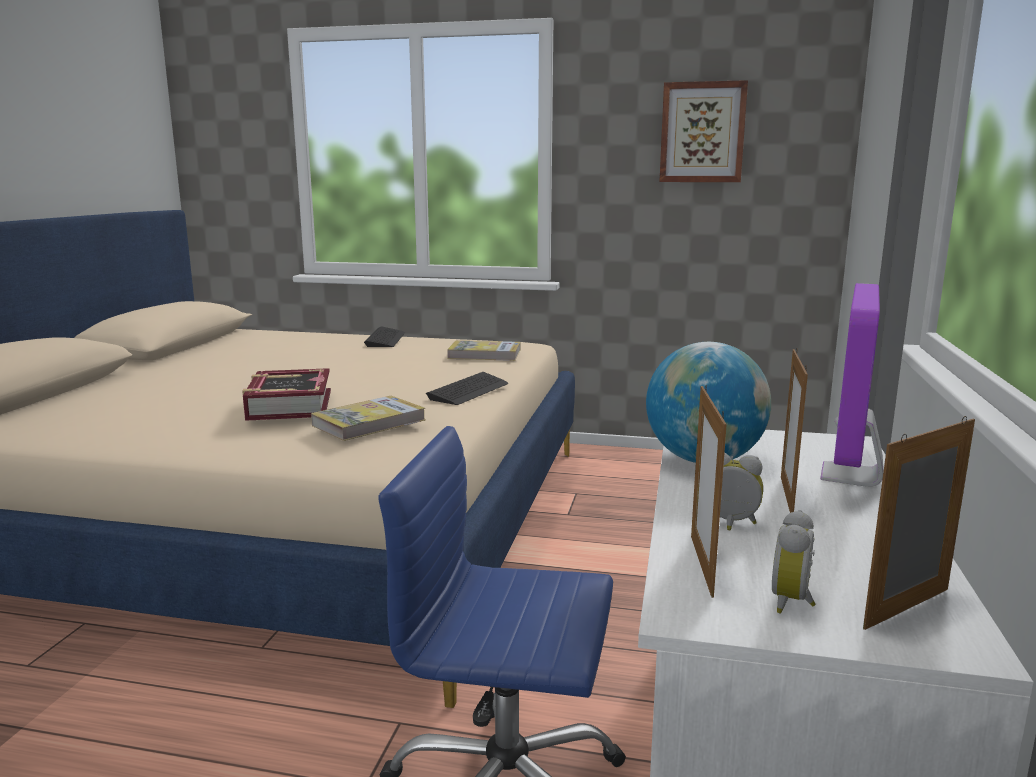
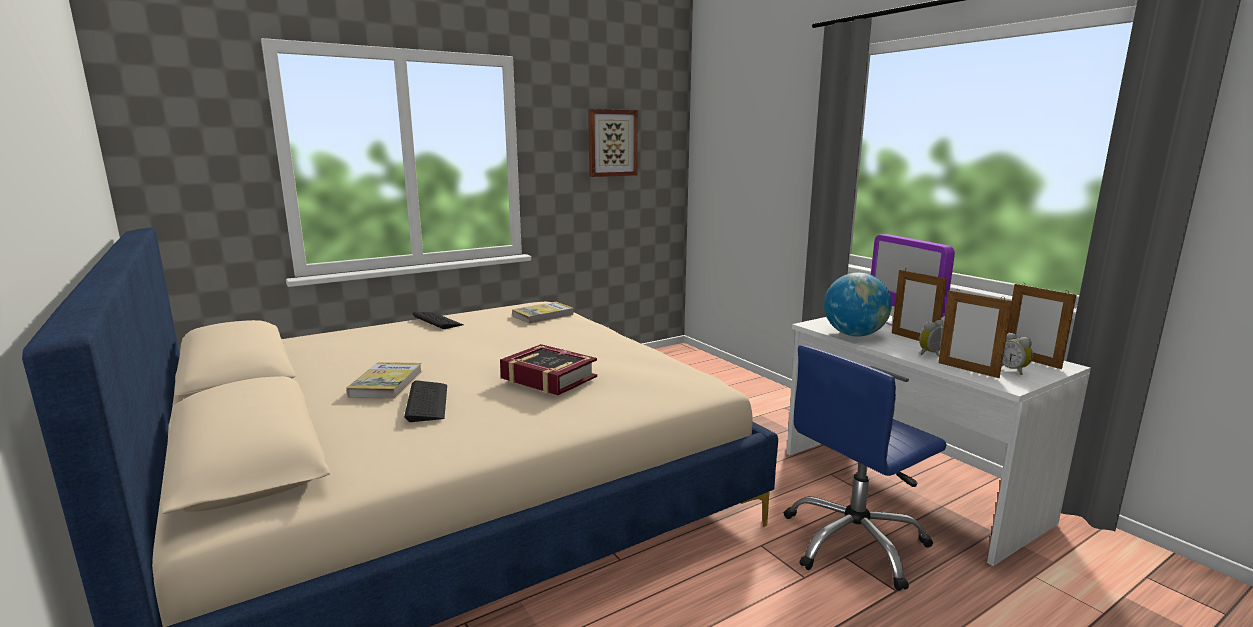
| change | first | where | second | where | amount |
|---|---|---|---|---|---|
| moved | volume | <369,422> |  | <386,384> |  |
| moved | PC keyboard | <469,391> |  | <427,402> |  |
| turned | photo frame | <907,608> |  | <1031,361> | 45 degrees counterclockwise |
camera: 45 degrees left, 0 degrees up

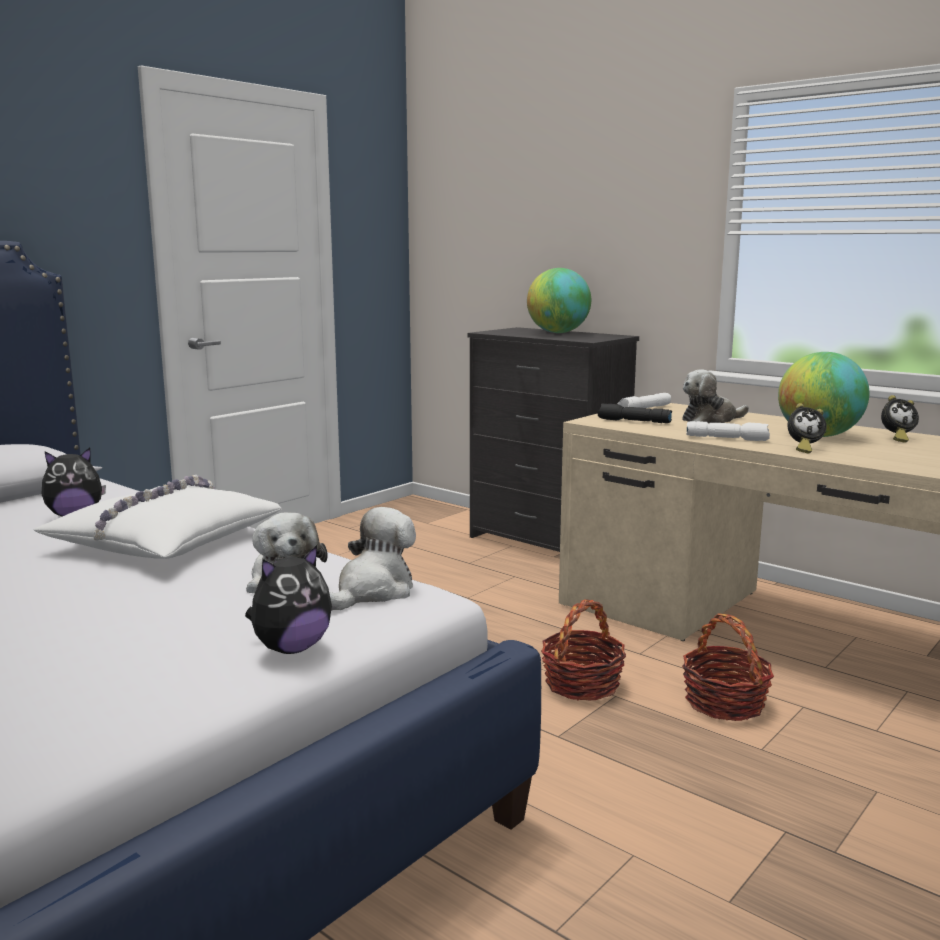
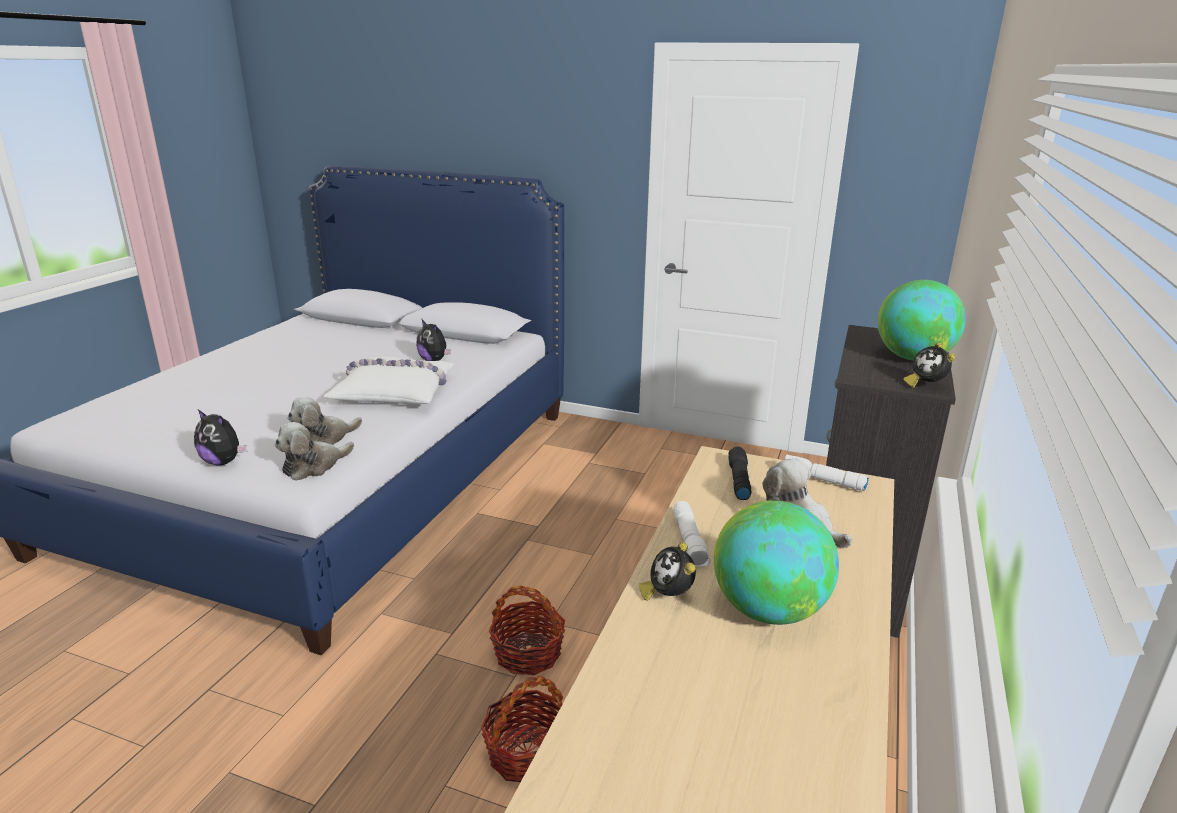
| change | first | where | second | where | amount |
|---|---|---|---|---|---|
| moved | alarm clock | <896,439> |  | <925,385> |  |
| turned | cuddly toy | <373,591> |  | <314,466> | 120 degrees clockwise |
camera: 70 degrees right, 10 degrees up

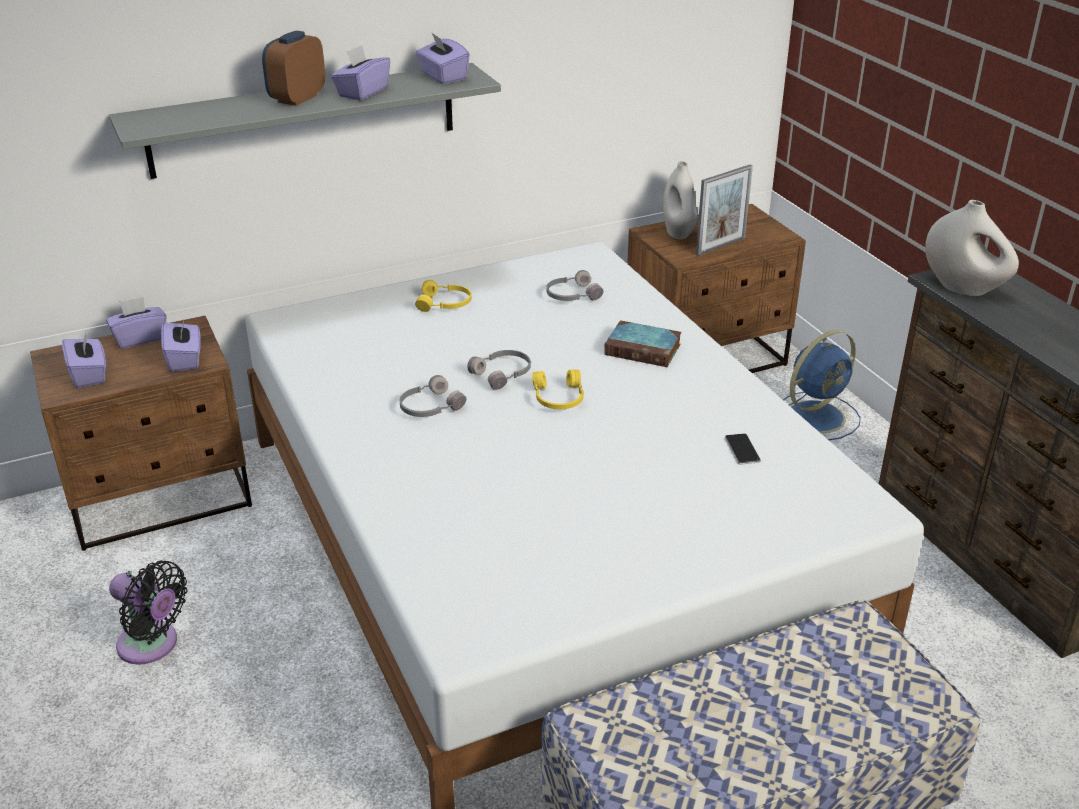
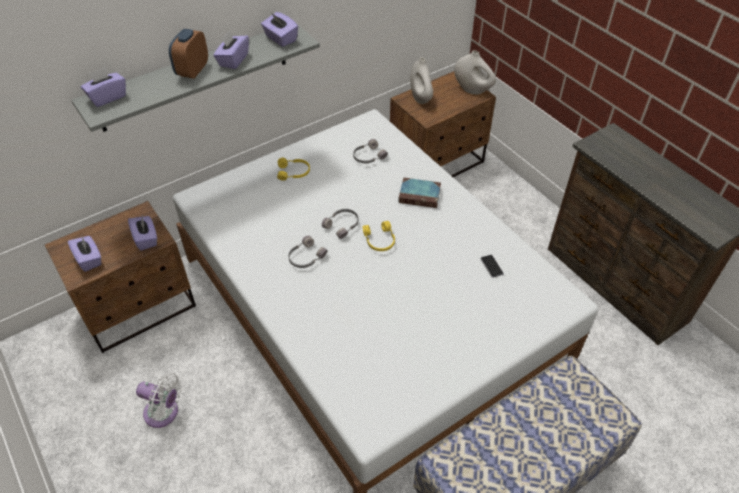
| change | first | where | second | where | amount |
|---|---|---|---|---|---|
| removed | photo frame | <720,246> |  |  |  |
| removed | blue cooling fan | <817,416> |  |  |  |
| moved | purple tissue box | <140,338> |  | <107,97> |  |
| moved | white-coloured decorative vase | <963,288> |  | <472,90> |  |
| recoloured | black-coloured cooling fan | <152,645> | white-coloured cooling fan | <164,413> |  |
camera: 10 degrees left, 15 degrees up

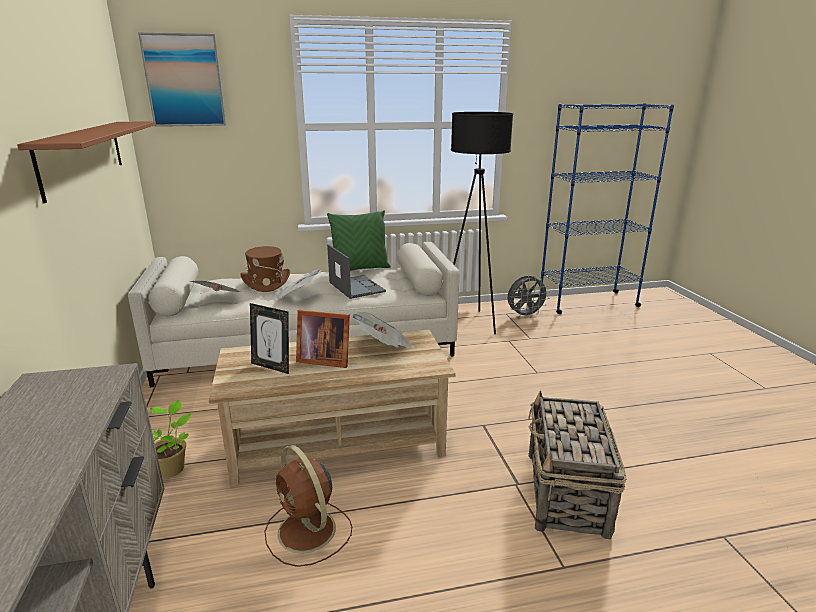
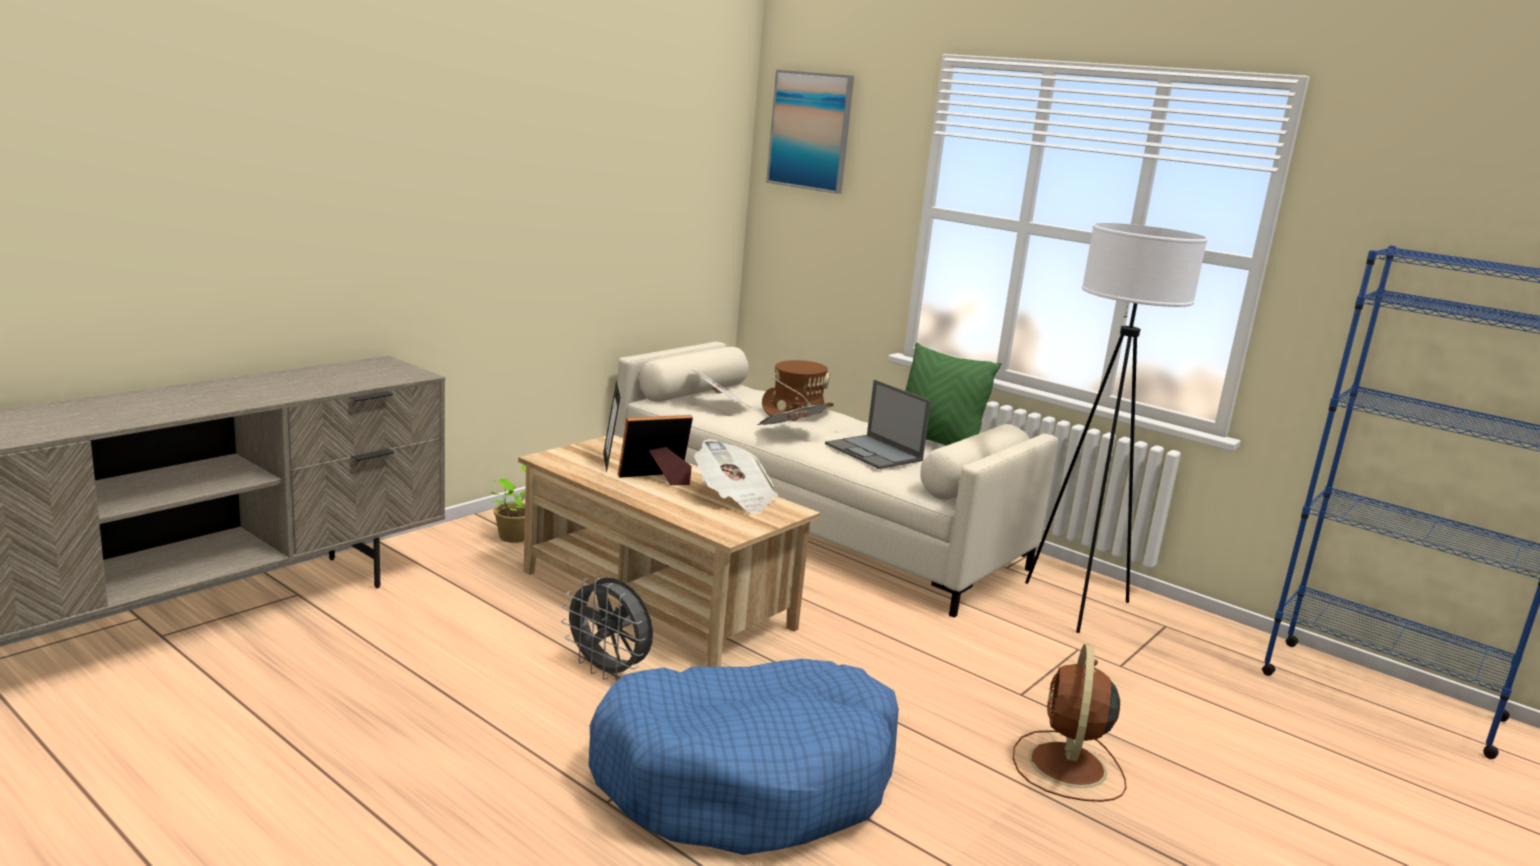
| change | first | where | second | where | amount |
|---|---|---|---|---|---|
| removed | brown-coloured wall shelf | <83,155> |  |  |  |
| moved | brown-coloured cooling fan | <308,532> |  | <1067,767> |  |
| moved | gray cooling fan | <525,315> |  | <608,671> |  |
| replaced | household basket | <566,493> | blue pet bed | <747,778> |  |
| recoloured | black-coloured standard lamp | <471,323> | white-coloured standard lamp | <1076,606> |  |
| turned | photo frame | <323,359> |  | <658,479> | 90 degrees clockwise |
| turned | notebook computer | <356,287> |  | <874,452> | 120 degrees clockwise |
camera: 50 degrees right, 5 degrees down

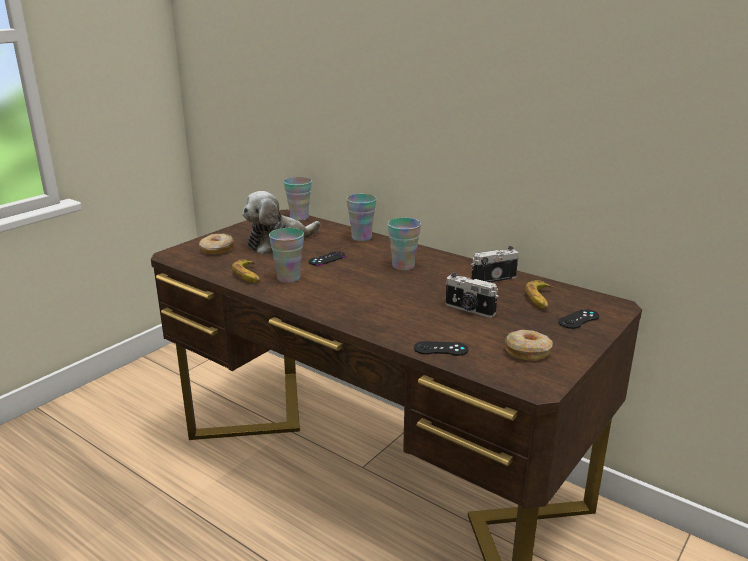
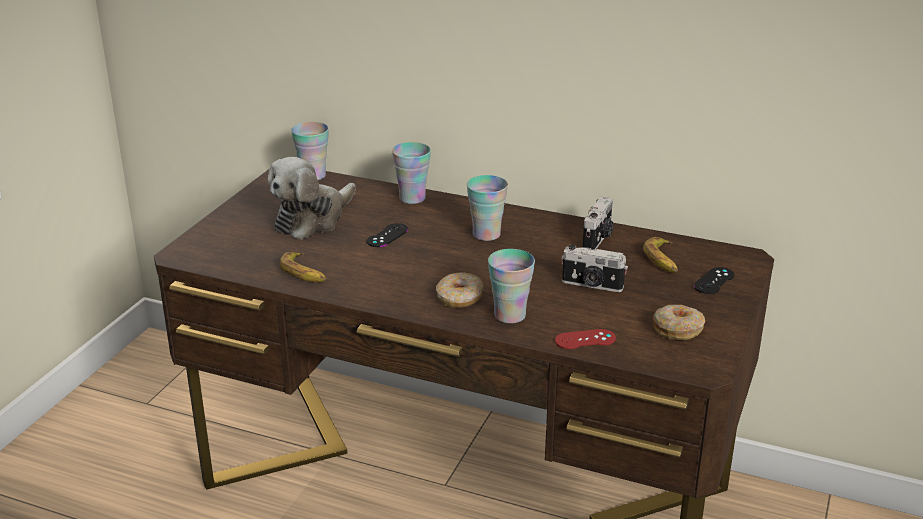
| change | first | where | second | where | amount |
|---|---|---|---|---|---|
| moved | ring doughnut | <217,250> |  | <460,298> |  |
| moved | drinking cup | <288,278> |  | <510,315> |  |
| recoloured | black-coloured gamepad | <441,349> | reddish gamepad | <585,339> |  |
| turned | photo camera | <492,278> |  | <598,239> | 150 degrees clockwise |
camera: 15 degrees left, 5 degrees up

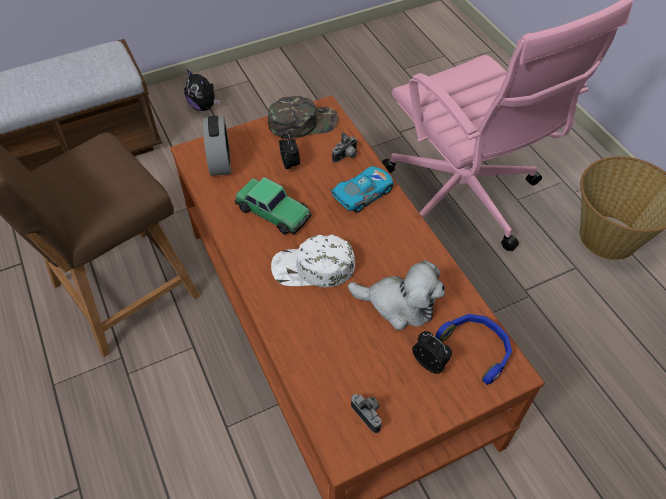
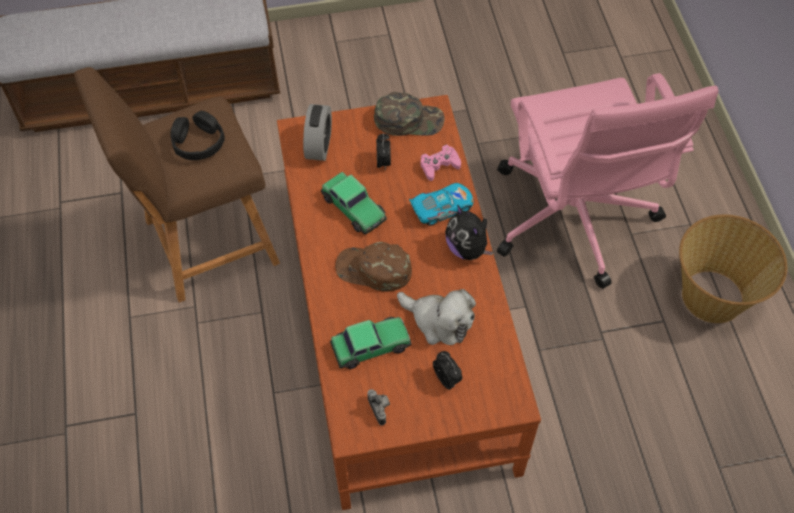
| change | first | where | second | where | amount |
|---|---|---|---|---|---|
| removed | blue pair of headphones | <477,348> |  |  |  |
| added |  |  | black-coloured pair of headphones | <198,142> |  |
| added |  |  | miniature car | <371,345> |  |
| moved | cuddly toy | <204,106> |  | <467,248> |  |
| replaced | photo camera | <346,156> | pink-coloured gamepad | <439,165> |  |
| recoloured | white-coloured peaked cap | <313,268> | brown-coloured peaked cap | <373,270> |  |
camera: 15 degrees right, 5 degrees up

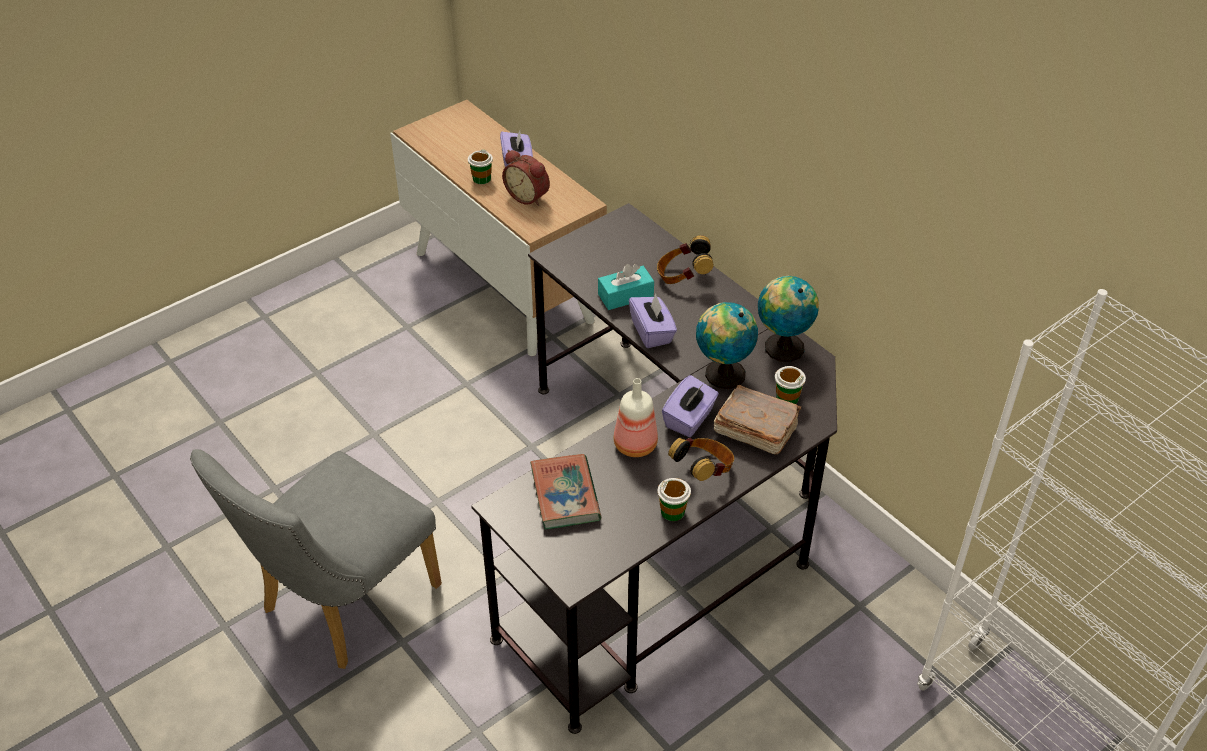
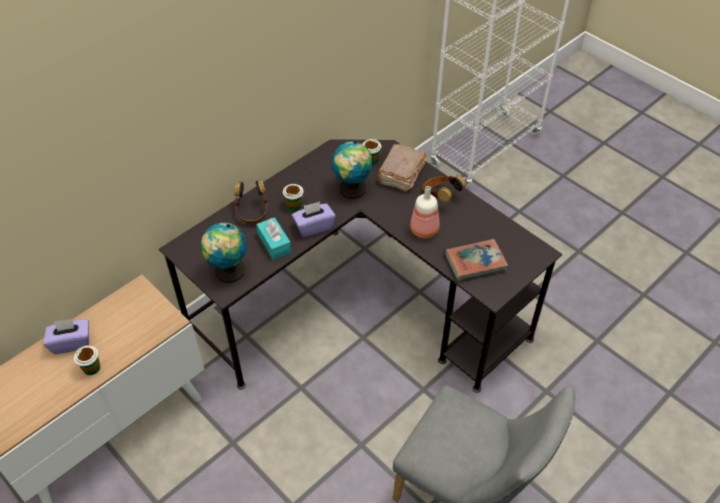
| change | first | where | second | where | amount |
|---|---|---|---|---|---|
| removed | alarm clock | <528,196> |  |  |  |
| removed | purple tissue box | <689,419> |  |  |  |
| moved | drinking cup | <673,512> |  | <294,205> |  |
| moved | world globe | <781,346> |  | <228,272> |  |
camera: 95 degrees left, 5 degrees up

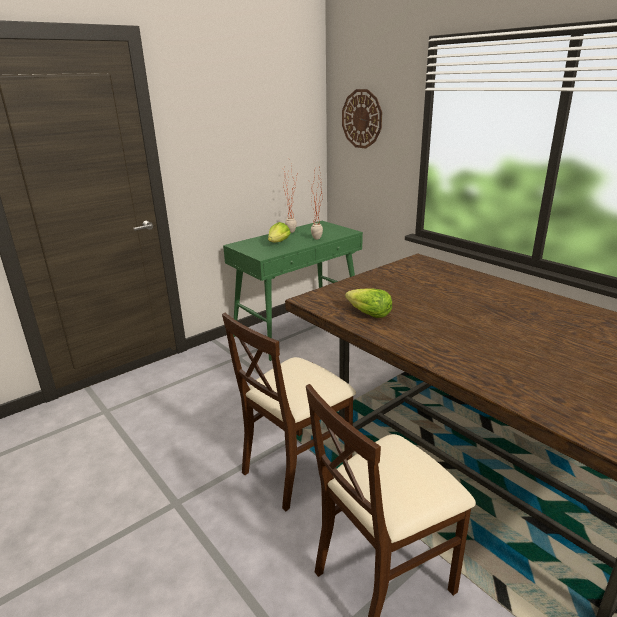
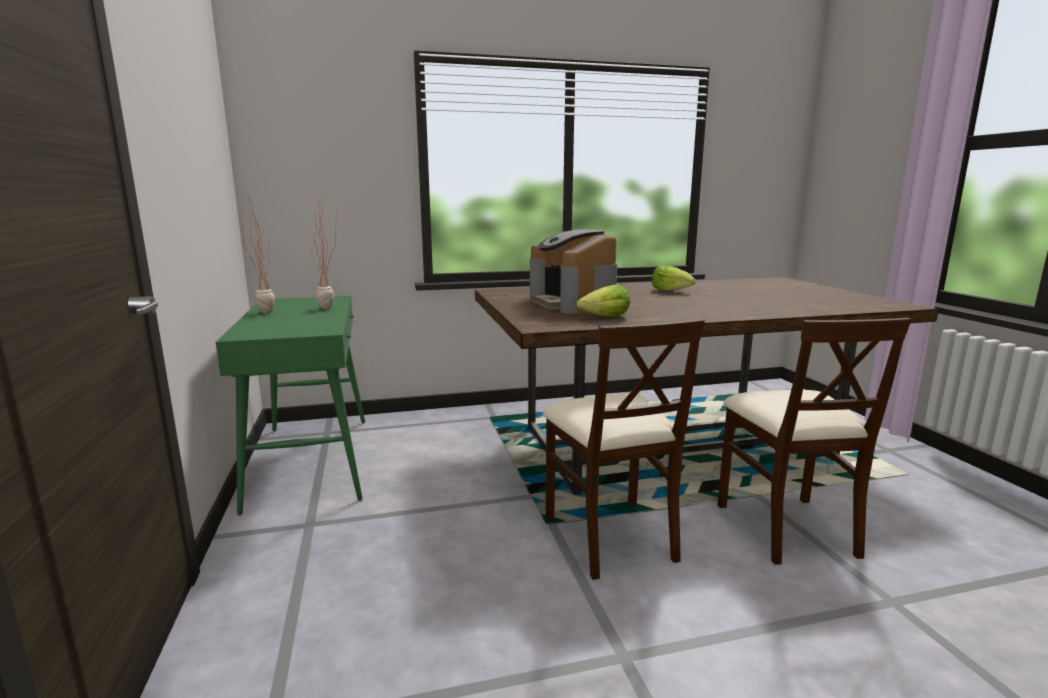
| change | first | where | second | where | amount |
|---|---|---|---|---|---|
| removed | wall clock | <362,119> |  |  |  |
| added |  |  | coffee machine | <573,303> |  |
| moved | lettuce head | <278,242> |  | <671,291> |  |
camera: 65 degrees left, 10 degrees down

